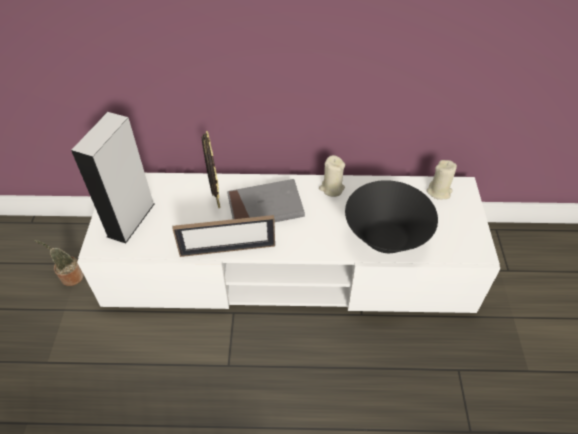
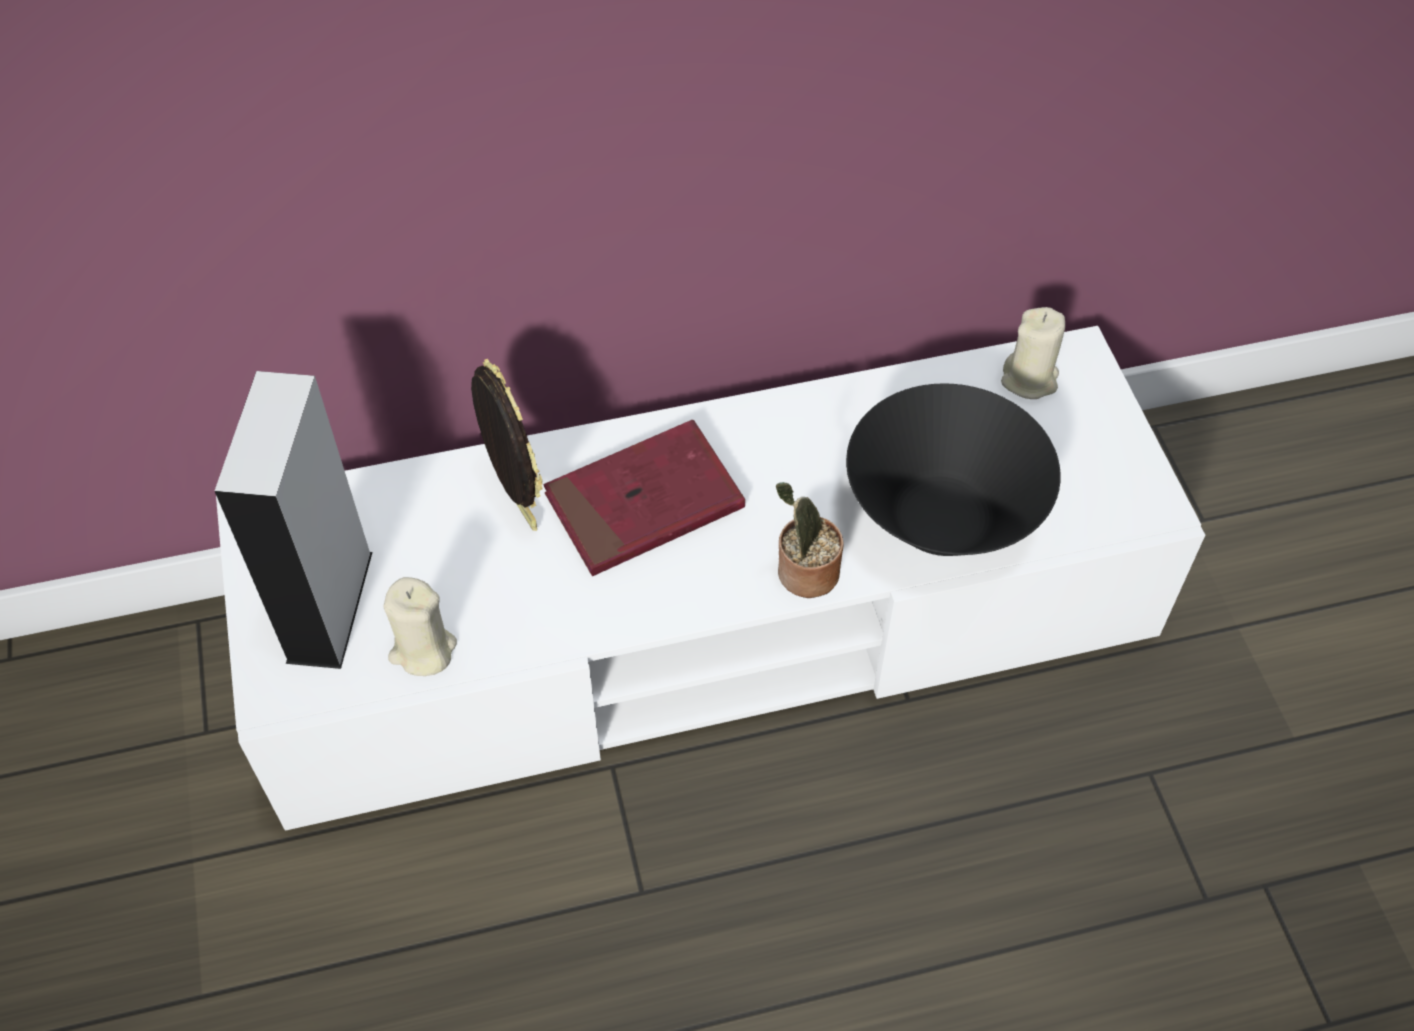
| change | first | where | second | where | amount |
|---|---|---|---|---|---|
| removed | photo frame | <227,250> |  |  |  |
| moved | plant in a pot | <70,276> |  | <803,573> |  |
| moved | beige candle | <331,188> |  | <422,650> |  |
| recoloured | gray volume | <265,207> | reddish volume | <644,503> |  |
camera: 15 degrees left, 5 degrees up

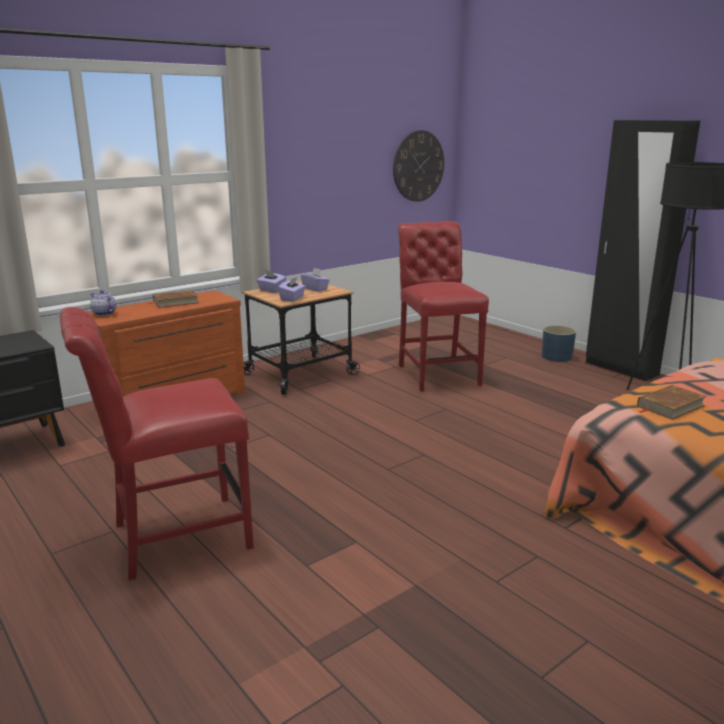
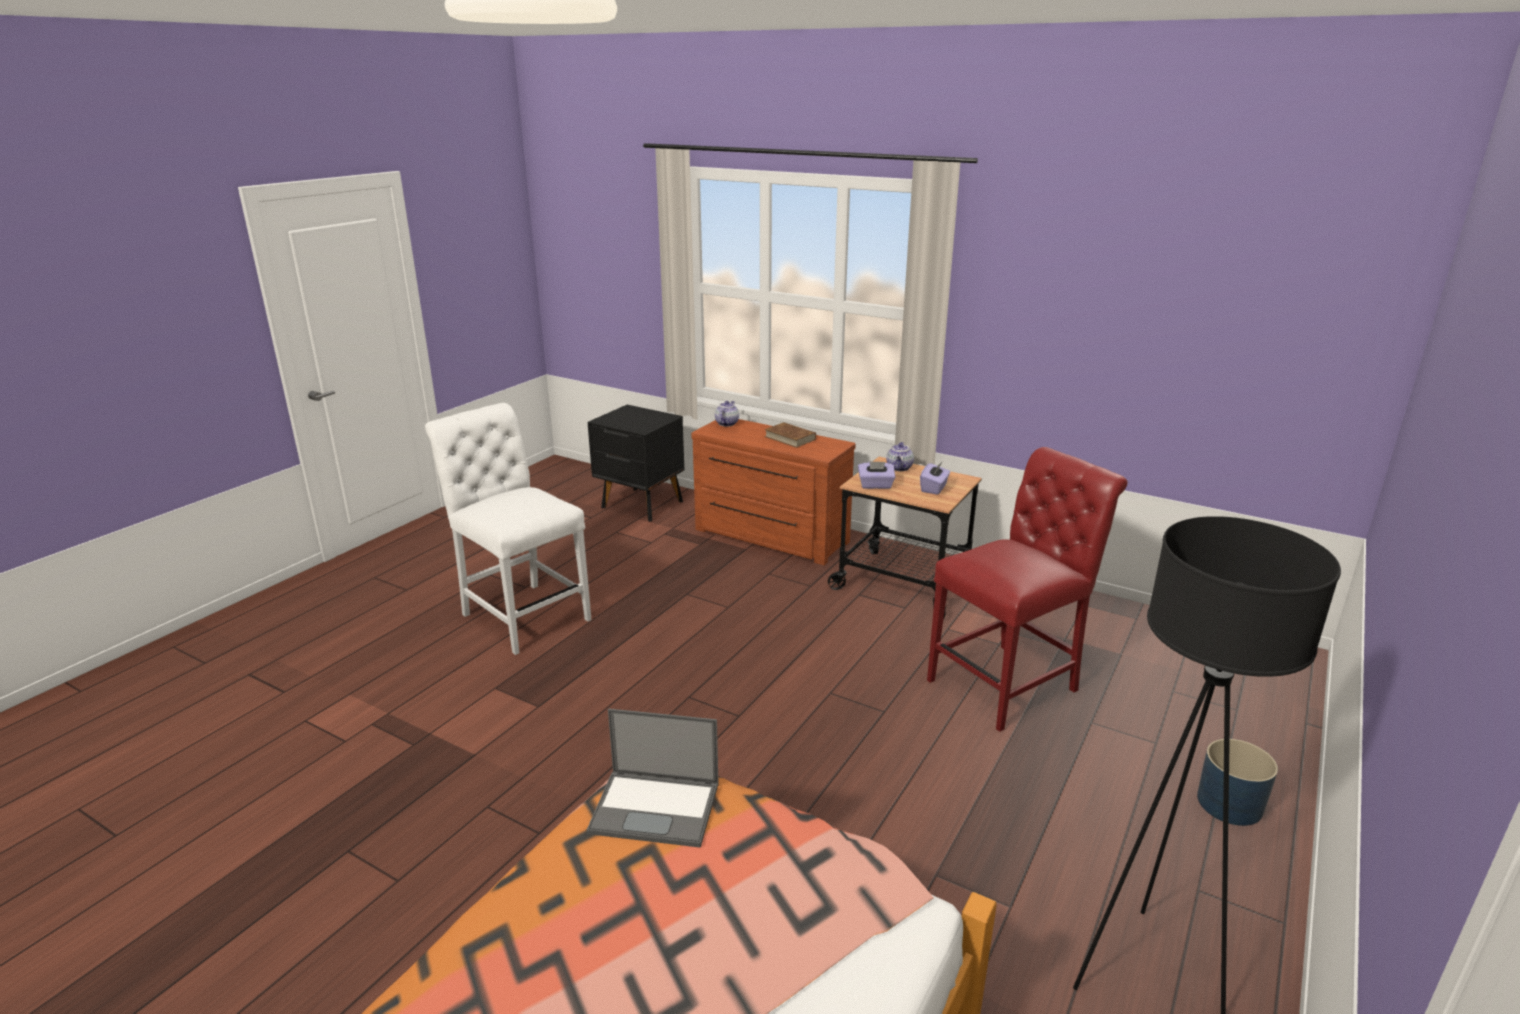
| change | first | where | second | where | amount |
|---|---|---|---|---|---|
| removed | wall clock | <418,166> |  |  |  |
| removed | black-coloured clothes cupboard | <621,369> |  |  |  |
| replaced | purple tissue box | <271,290> | teapot | <899,468> |  |
| replaced | brown-coloured volume | <670,406> | notebook computer | <657,808> |  |
| recoloured | reddish chair | <173,537> | white-coloured chair | <522,614> |  |
camera: 70 degrees right, 5 degrees up

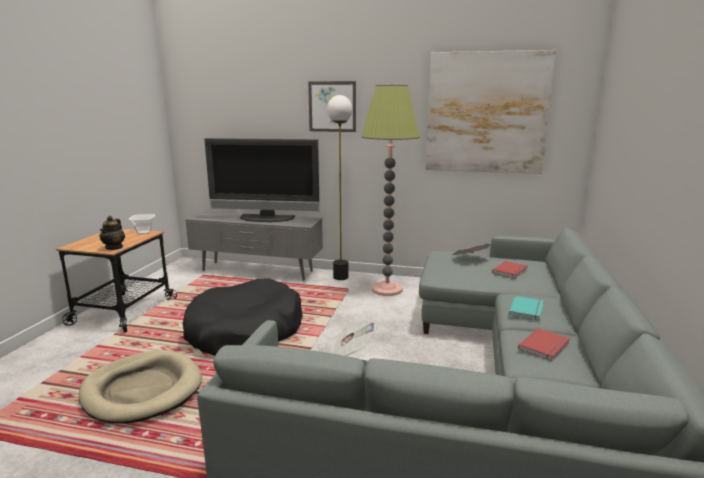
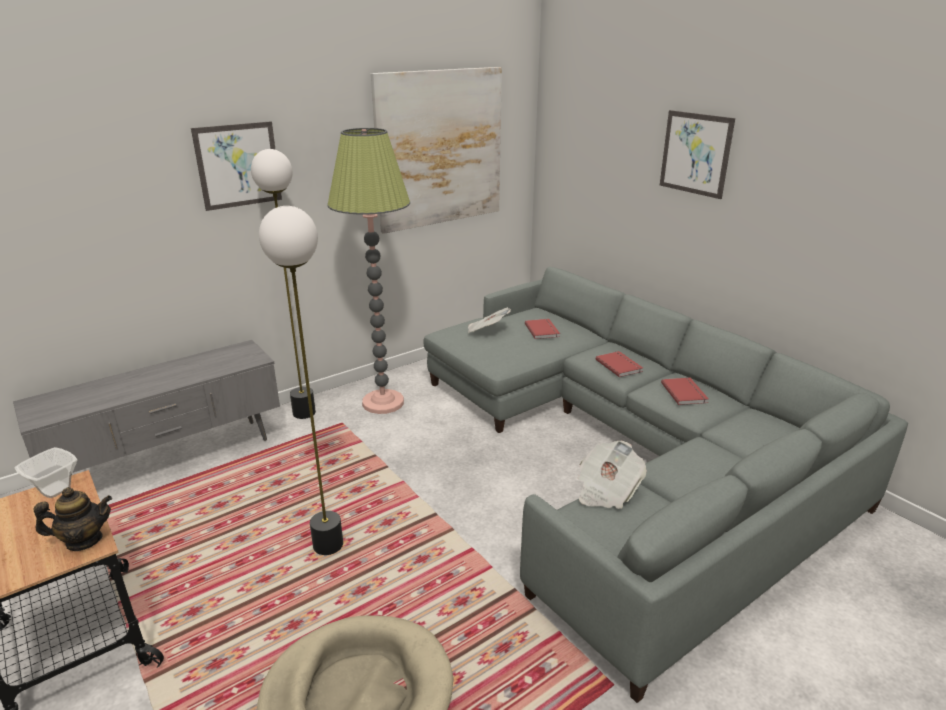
| change | first | where | second | where | amount |
|---|---|---|---|---|---|
| removed | television | <265,218> |  |  |  |
| added |  |  | wall picture | <695,153> |  |
| replaced | black-coloured pet bed | <245,331> | standard lamp | <328,545> |  |
| recoloured | turquoise-coloured volume | <527,309> | reddish volume | <619,365> |  |
| turned | teapot | <114,247> |  | <84,540> | 60 degrees counterclockwise |
camera: 50 degrees left, 10 degrees up

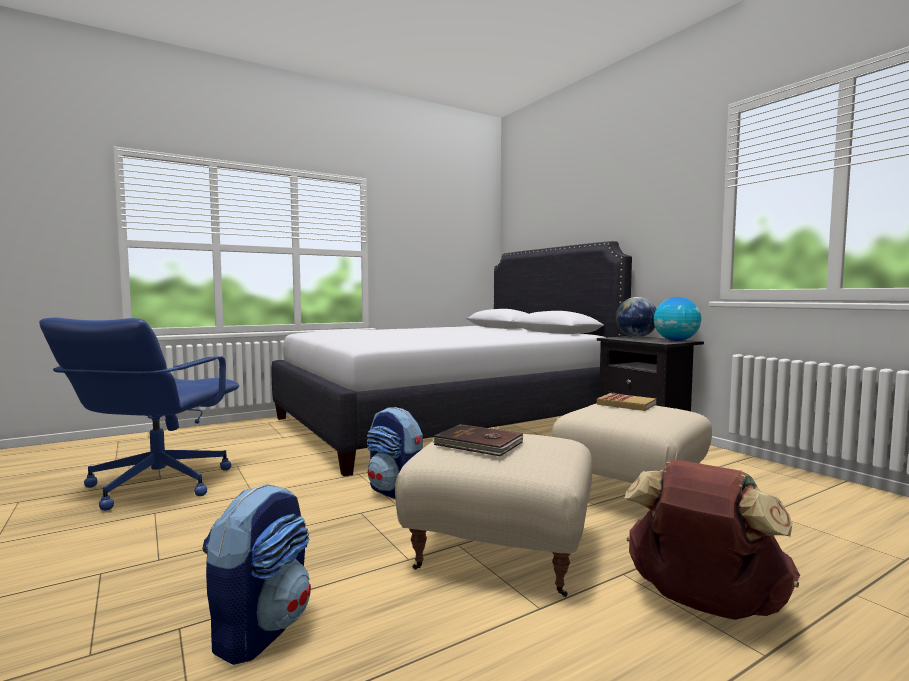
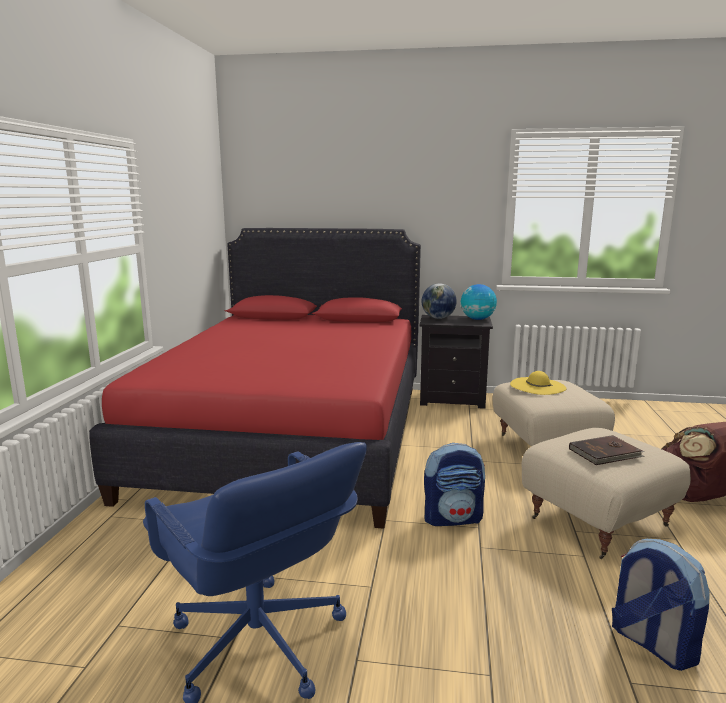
| change | first | where | second | where | amount |
|---|---|---|---|---|---|
| replaced | volume | <626,404> | yellow-coloured hat | <537,386> |  |
| recoloured | white-coloured bed | <445,421> | reddish bed | <292,435> |  |
camera: 50 degrees left, 10 degrees up

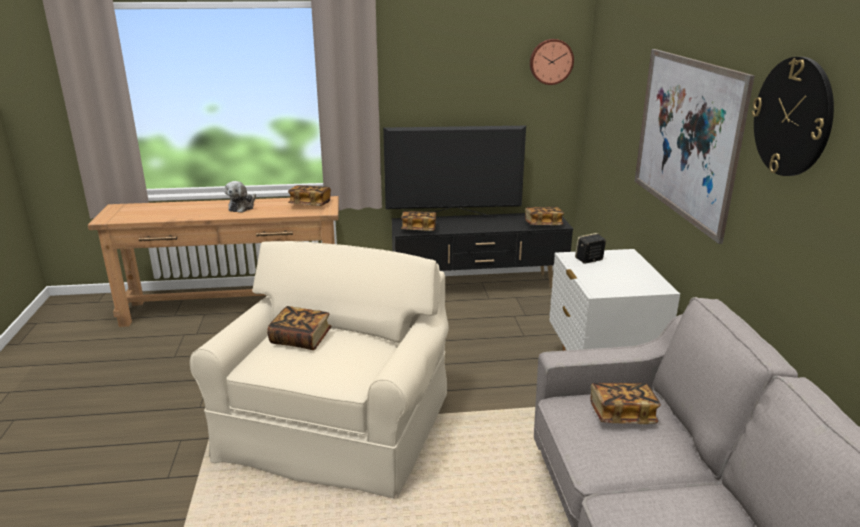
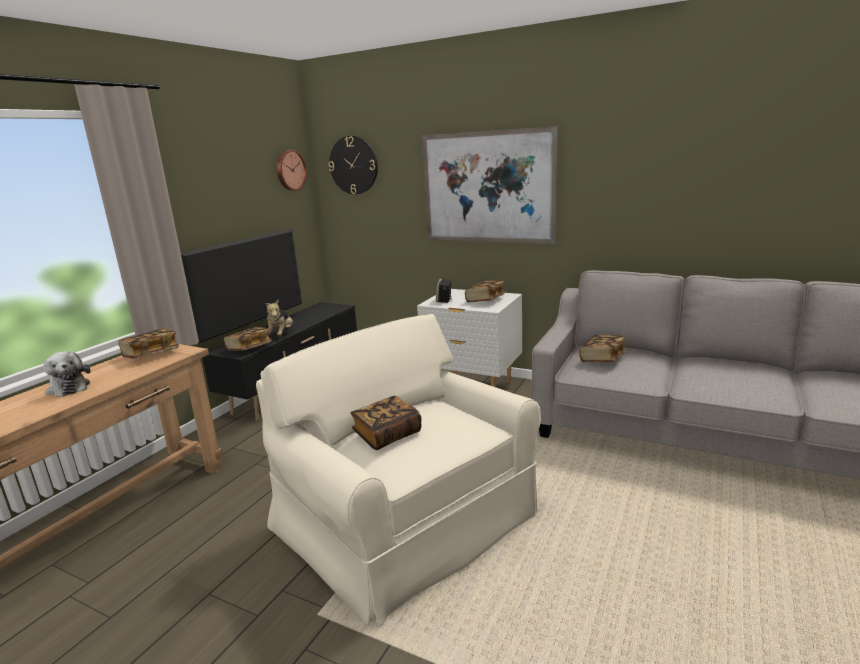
| change | first | where | second | where | amount |
|---|---|---|---|---|---|
| added |  |  | cuddly toy | <281,334> |  |
| moved | volume | <543,224> |  | <485,300> |  |
| moved | wall clock | <792,117> |  | <353,165> |  |
camera: 55 degrees left, 5 degrees down

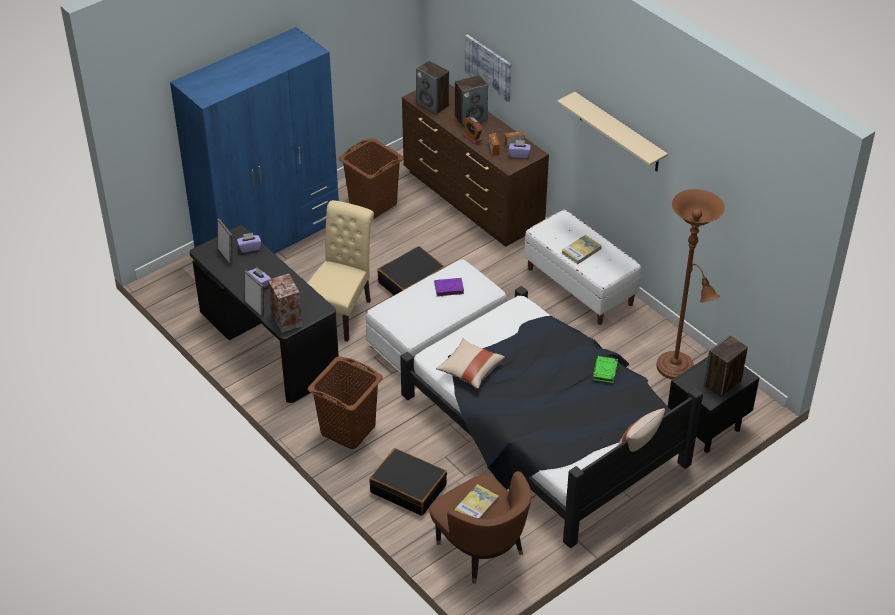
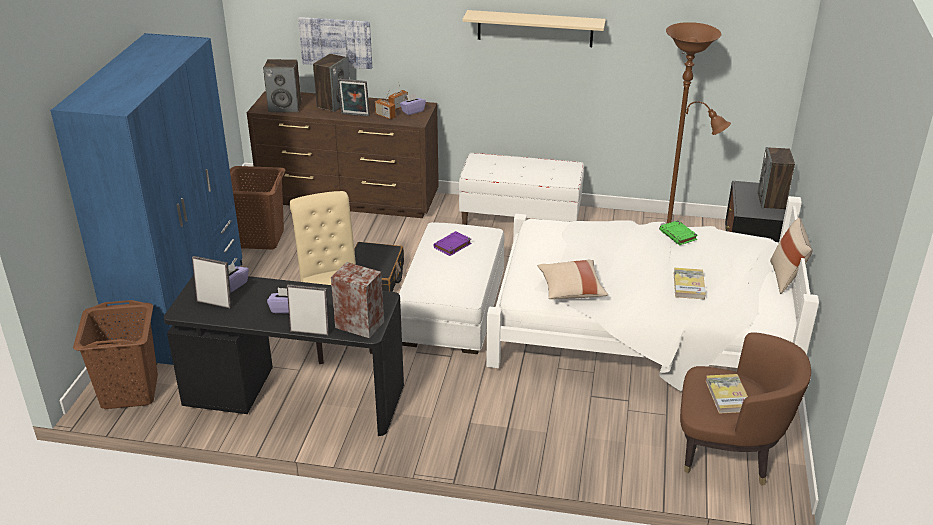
| change | first | where | second | where | amount |
|---|---|---|---|---|---|
| removed | black-coloured suitcase | <408,488> |  |  |  |
| moved | brown-coloured washing basket | <347,430> |  | <129,392> |  |
| moved | volume | <581,251> |  | <688,285> |  |
| replaced | alarm clock | <472,138> | photo frame | <355,115> |  |
| recoloured | black-coloured bed | <543,430> | white-coloured bed | <640,330> |  |
camera: 40 degrees left, 10 degrees down

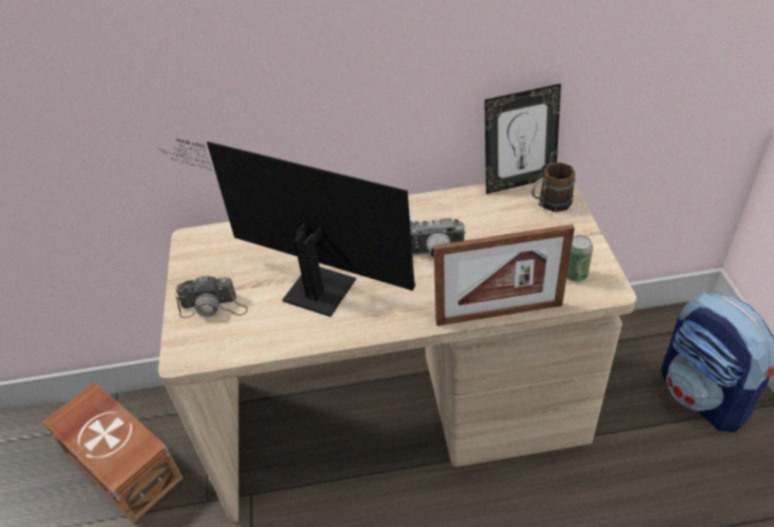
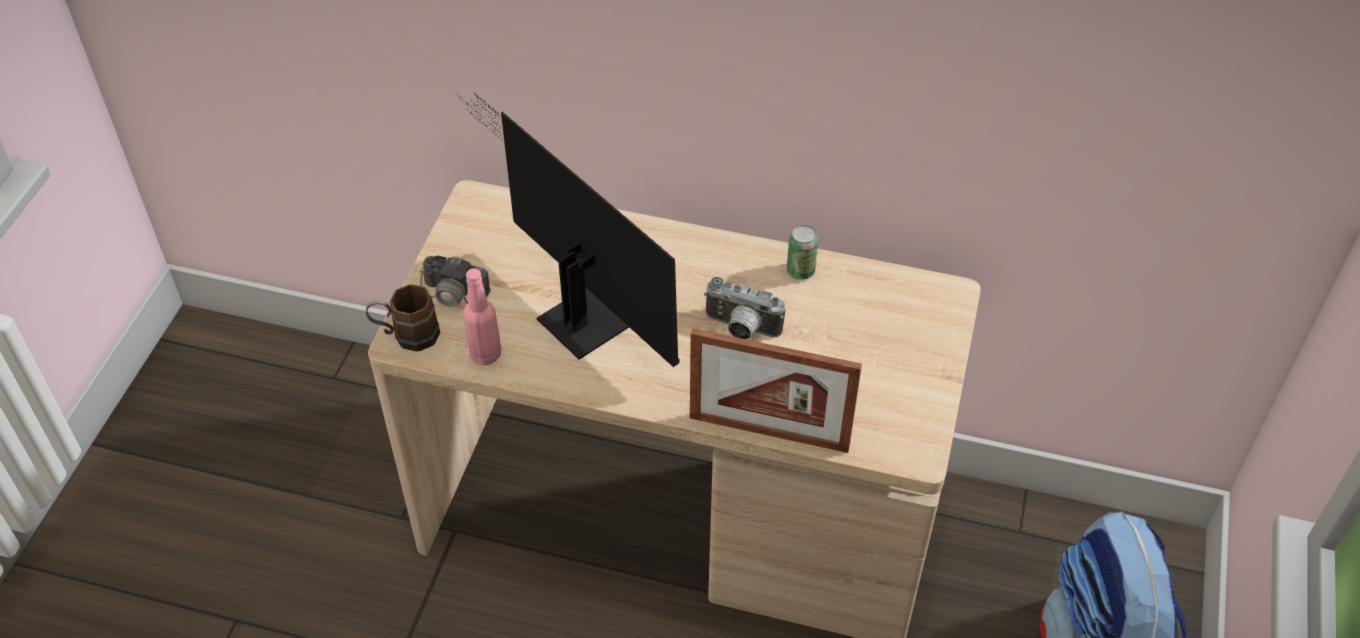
| change | first | where | second | where | amount |
|---|---|---|---|---|---|
| removed | brown-coloured storage container | <123,463> |  |  |  |
| removed | photo frame | <518,182> |  |  |  |
| added |  |  | pink-coloured drink bottle | <485,354> |  |
| moved | brown-coloured tea mug | <549,204> |  | <406,335> |  |
| moved | metal can | <575,274> |  | <800,271> |  |
camera: 20 degrees right, 5 degrees up

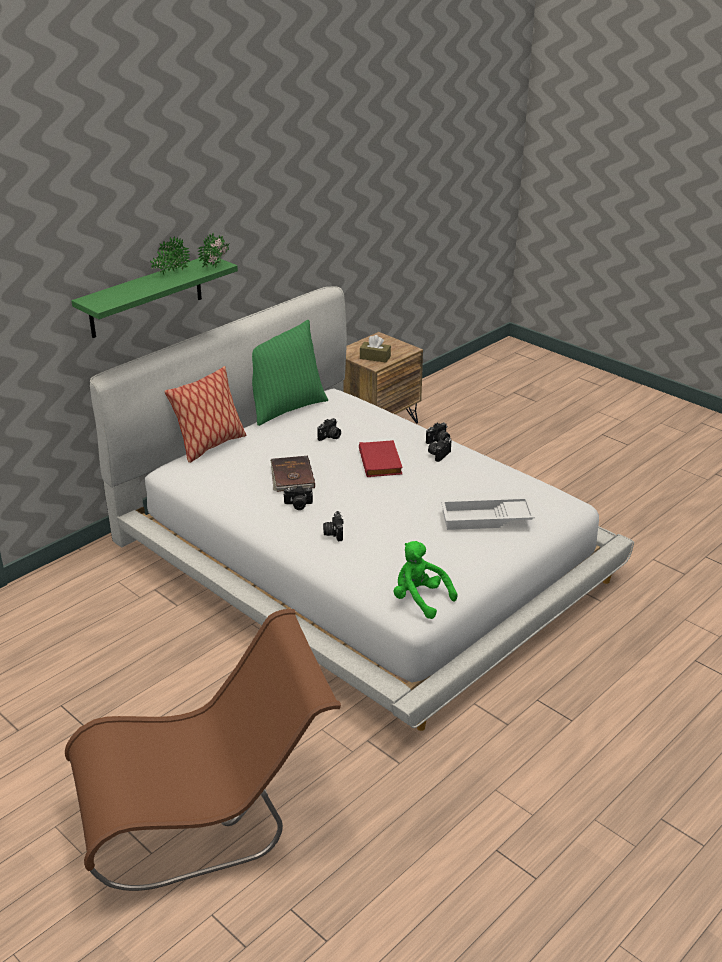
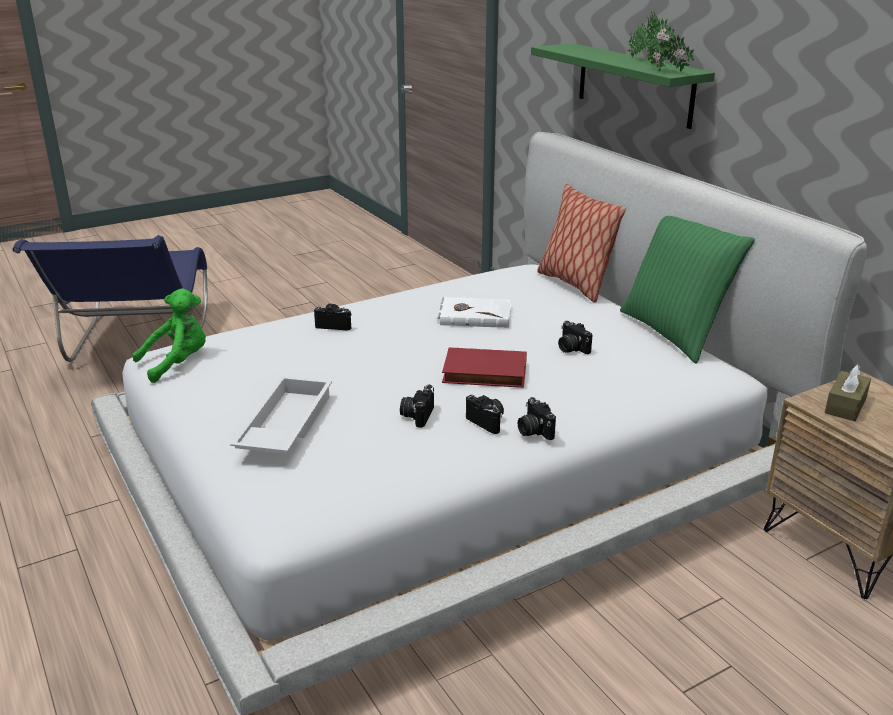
| change | first | where | second | where | amount |
|---|---|---|---|---|---|
| moved | photo camera | <298,505> |  | <417,415> |  |
| recoloured | brown-coloured chair | <205,814> | blue chair | <138,346> |  |
| recoloured | brown-coloured volume | <291,476> | white-coloured volume | <475,315> |  |
camera: 105 degrees right, 5 degrees down

